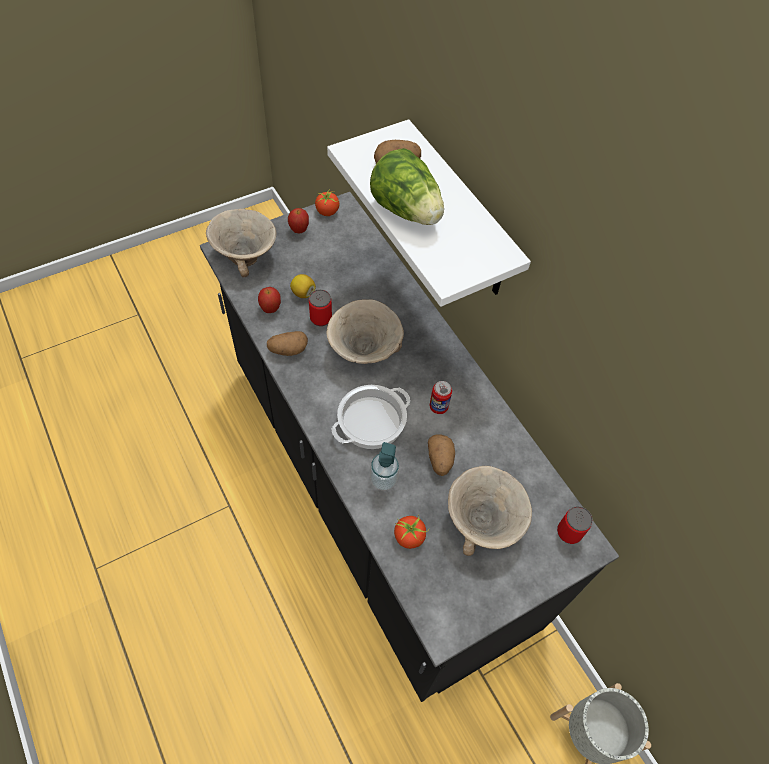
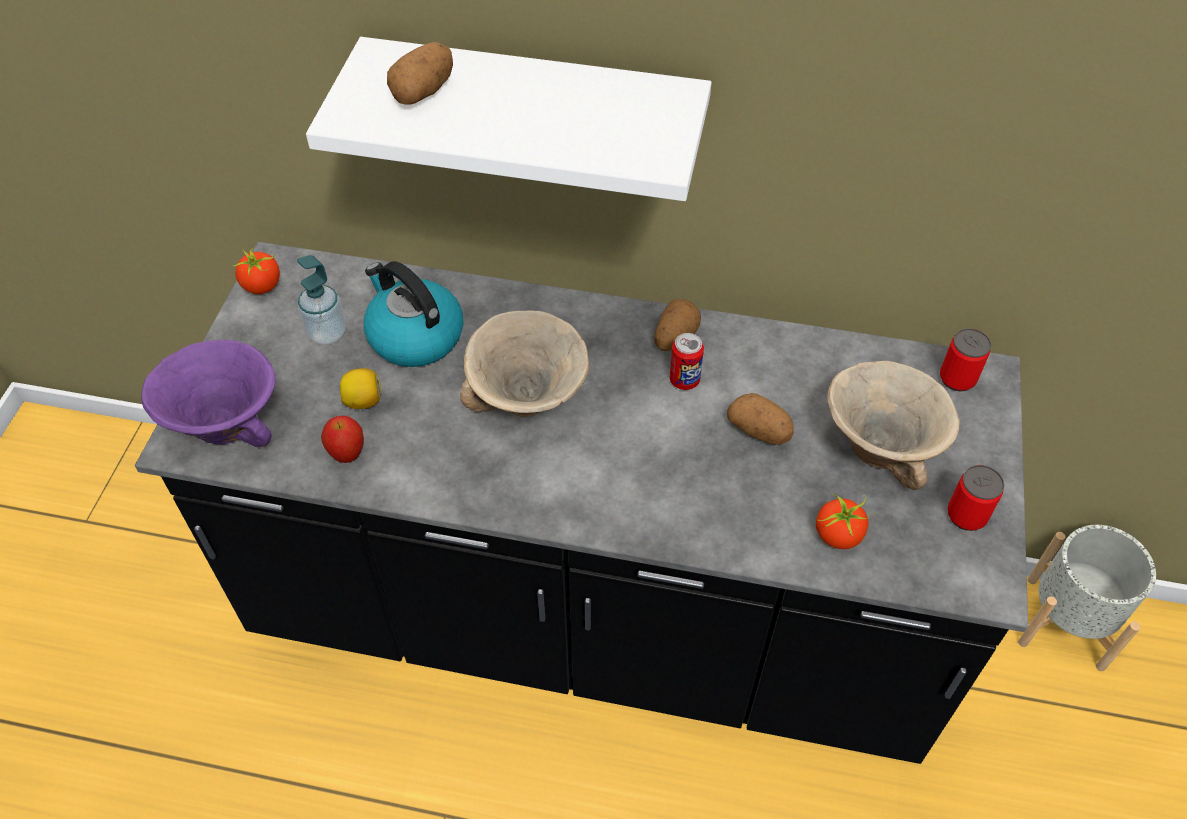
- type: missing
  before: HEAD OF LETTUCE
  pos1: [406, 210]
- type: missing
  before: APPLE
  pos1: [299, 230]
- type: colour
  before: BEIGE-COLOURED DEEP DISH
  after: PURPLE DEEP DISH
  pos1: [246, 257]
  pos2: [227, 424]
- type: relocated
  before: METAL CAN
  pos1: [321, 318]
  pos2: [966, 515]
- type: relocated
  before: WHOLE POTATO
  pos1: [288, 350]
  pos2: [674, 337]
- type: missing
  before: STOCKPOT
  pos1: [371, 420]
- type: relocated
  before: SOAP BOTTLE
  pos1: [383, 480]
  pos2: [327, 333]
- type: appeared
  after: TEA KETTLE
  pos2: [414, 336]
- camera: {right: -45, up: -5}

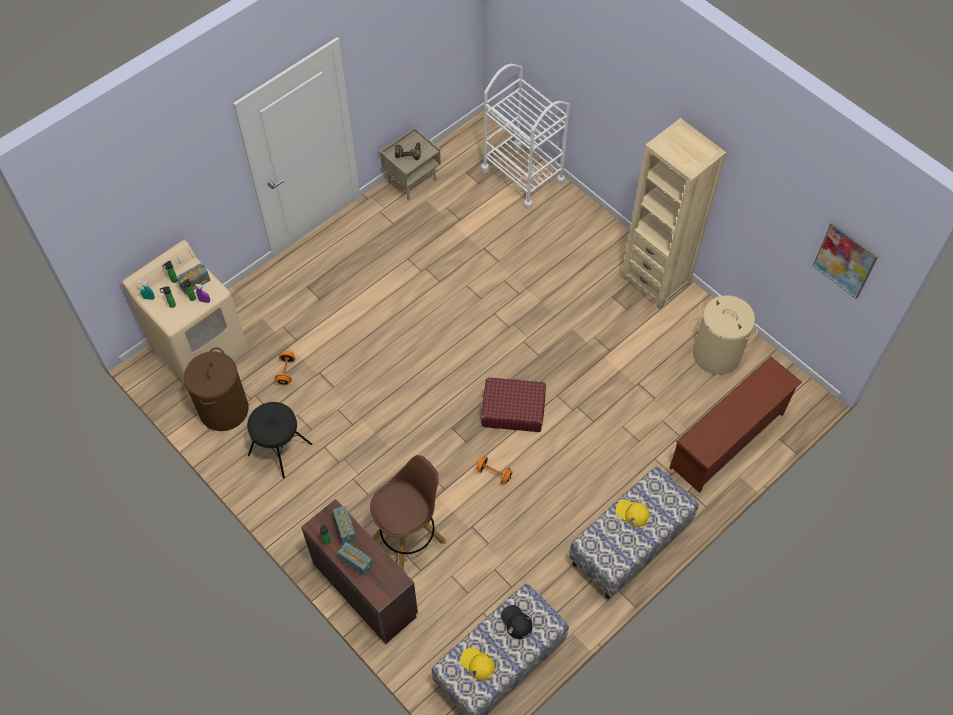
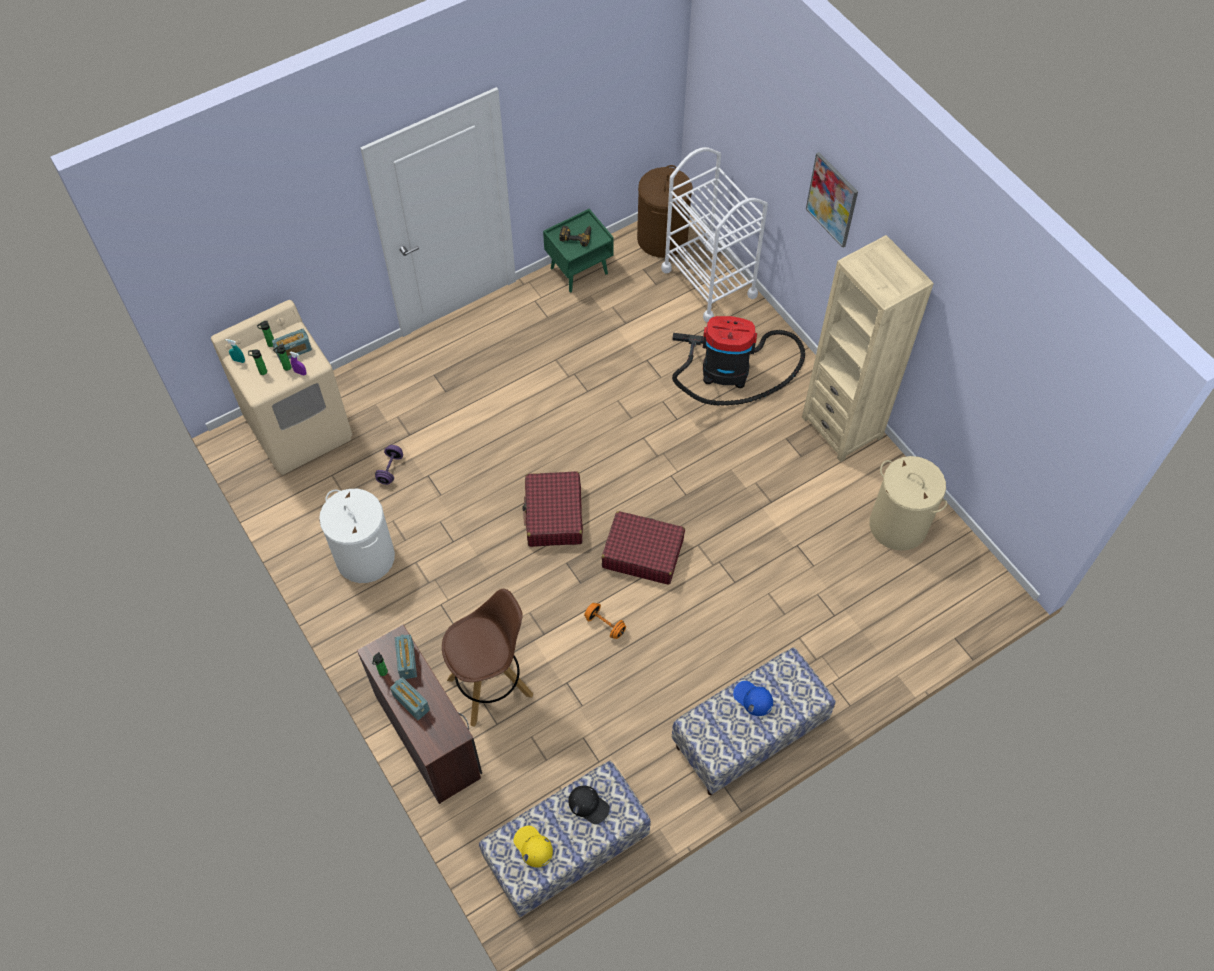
- type: colour
  before: BEIGE-COLOURED BEDSIDE TABLE
  after: GREEN-COLOURED BEDSIDE TABLE
  pos1: [412, 180]
  pos2: [579, 270]
- type: relocated
  before: PICTURE
  pos1: [845, 260]
  pos2: [832, 199]
- type: relocated
  before: BROWNISH WASHING BASKET
  pos1: [224, 410]
  pos2: [662, 239]
- type: colour
  before: ORANGEY DUMBBELL
  after: PURPLE DUMBBELL
  pos1: [286, 372]
  pos2: [390, 469]
- type: missing
  before: BROWNISH SHOE STAND
  pos1: [728, 441]
- type: exchanged
  before: BLACK-COLOURED STOOL
  after: WHITE WASHING BASKET
  pos1: [280, 449]
  pos2: [365, 557]
- type: colour
  before: YELLOWISH BASEBALL CAP
  after: BLUE BASEBALL CAP
  pos1: [632, 513]
  pos2: [753, 698]
- type: spun
  before: BLACK-COLOURED BASEBALL CAP
  pos1: [516, 622]
  pos2: [588, 805]
  turn: 150
- type: appeared
  after: VACUUM CLEANER
  pos2: [731, 371]
- type: appeared
  after: RED-COLOURED TRAVEL CASE
  pos2: [554, 515]
- camera: {right: 10, up: 0}

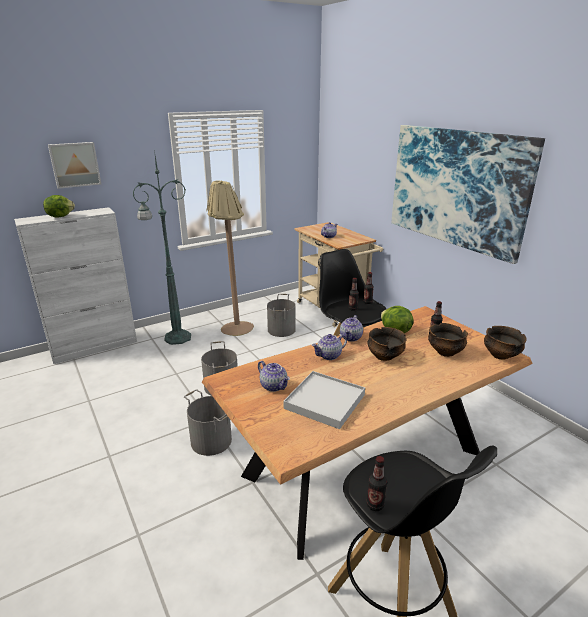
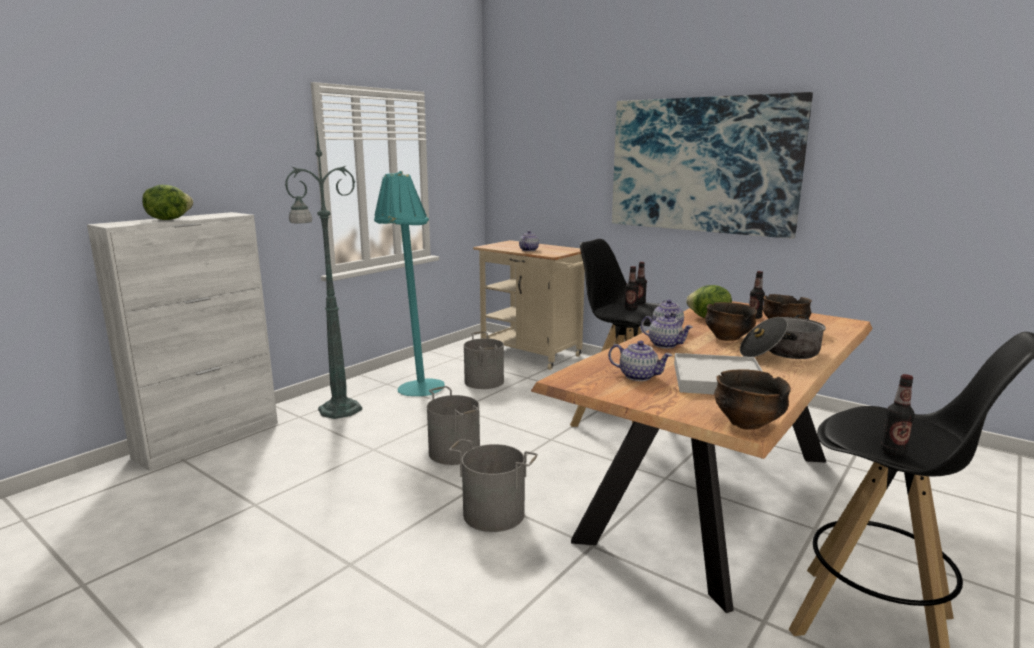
- type: missing
  before: PICTURE
  pos1: [75, 164]
- type: colour
  before: BEIGE-COLOURED STANDARD LAMP
  after: TURQUOISE-COLOURED STANDARD LAMP
  pos1: [234, 326]
  pos2: [414, 386]
- type: relocated
  before: DEEP DISH
  pos1: [500, 355]
  pos2: [747, 423]
- type: spun
  before: POT FOR TEA
  pos1: [329, 356]
  pos2: [665, 345]
  turn: -90
- type: appeared
  after: STOCKPOT
  pos2: [780, 353]
- camera: {right: -20, up: -10}

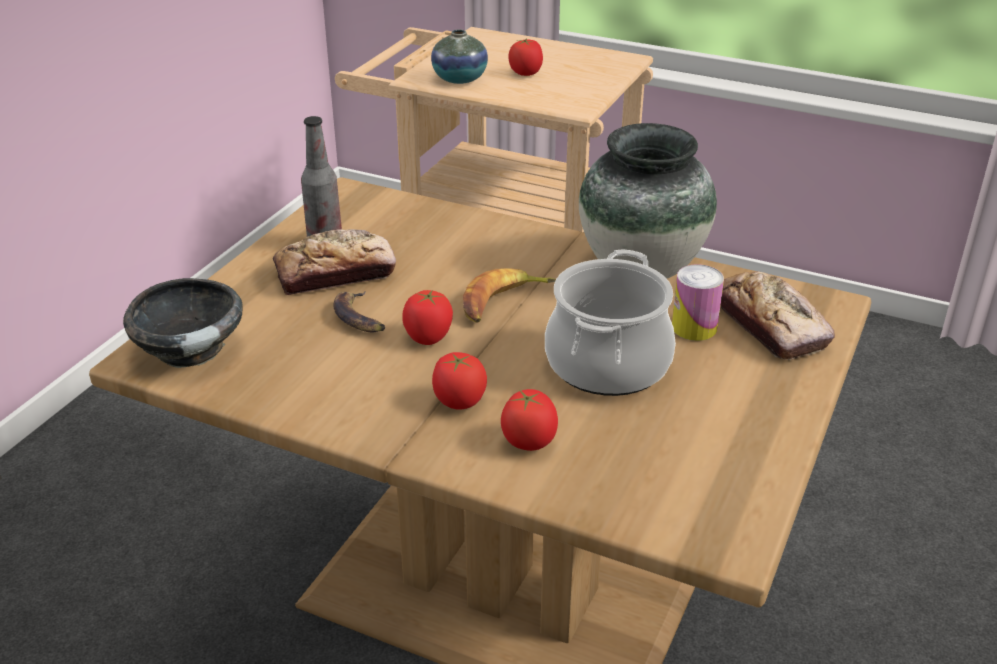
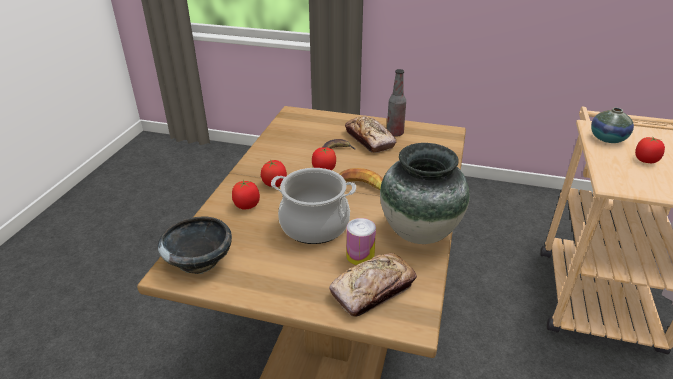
- type: relocated
  before: BLACK-COLOURED DEEP DISH
  pos1: [190, 348]
  pos2: [200, 260]
- camera: {right: 80, up: 0}

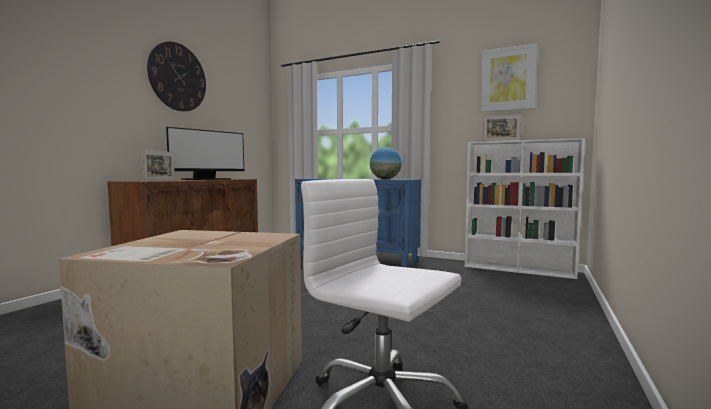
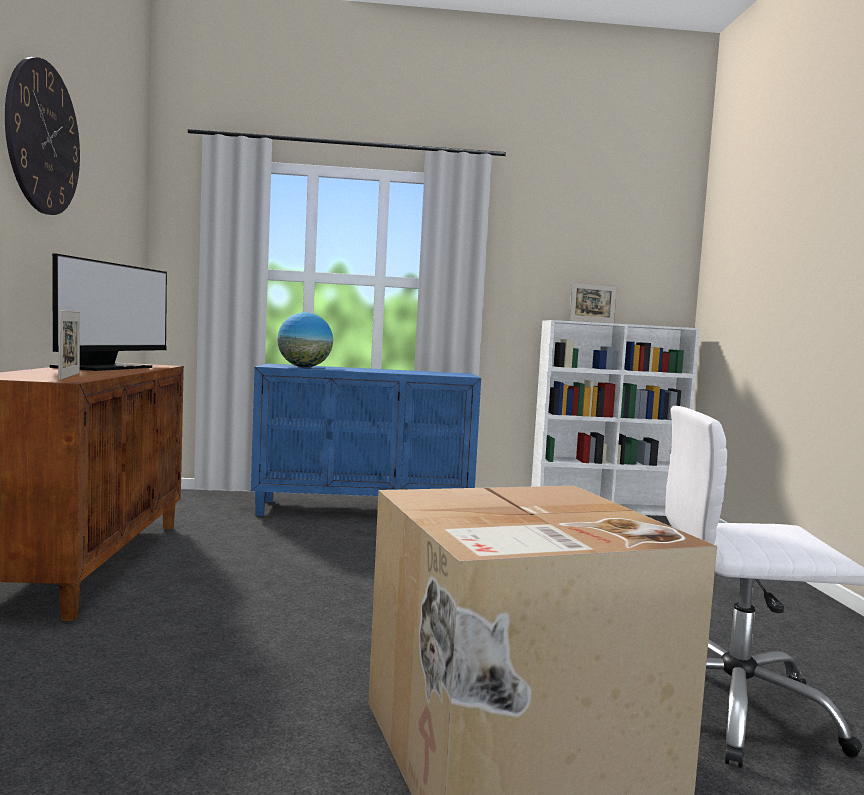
- type: missing
  before: PICTURE
  pos1: [507, 79]
- type: relocated
  before: WORLD GLOBE
  pos1: [385, 179]
  pos2: [304, 367]
- camera: {right: -30, up: 0}

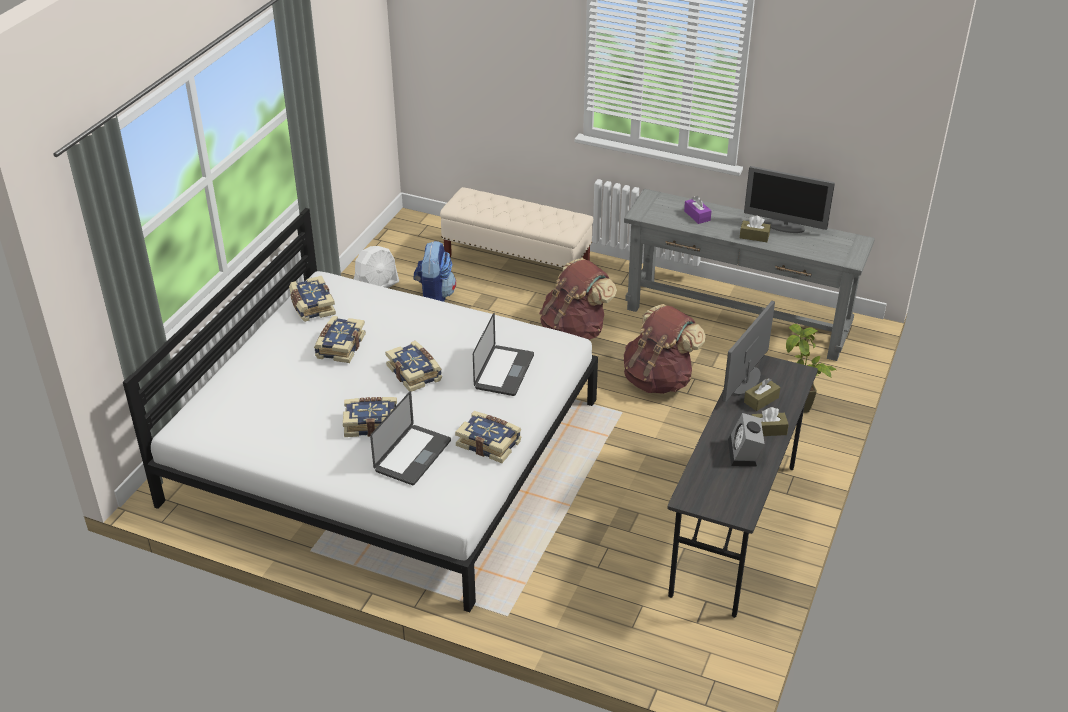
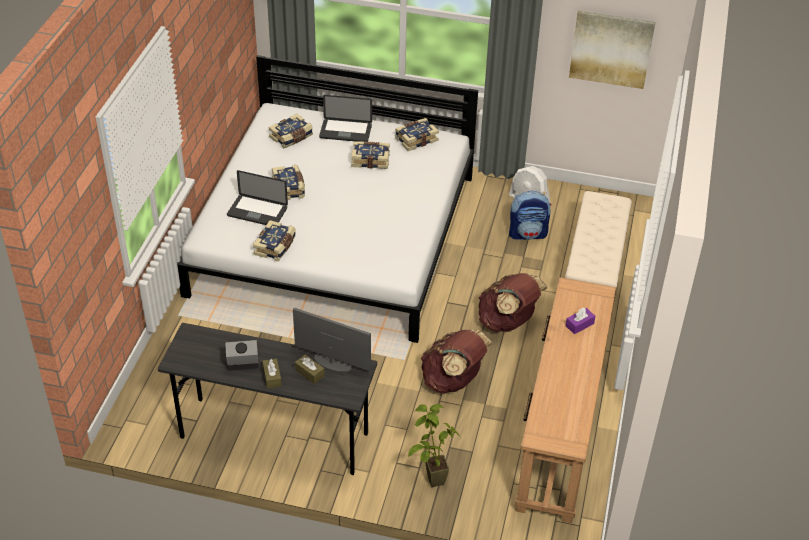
- type: missing
  before: COMPUTER SCREEN
  pos1: [784, 226]
- type: colour
  before: GRAY NARROW TABLE
  after: BROWNISH NARROW TABLE
  pos1: [737, 319]
  pos2: [559, 433]
- type: missing
  before: BROWNISH TISSUE HOLDER
  pos1: [754, 236]
- type: relocated
  before: NOTEBOOK COMPUTER
  pos1: [504, 372]
  pos2: [345, 131]
- type: relocated
  before: BOUND BOOK
  pos1: [415, 373]
  pos2: [291, 137]
- type: appeared
  after: PICTURE
  pos2: [611, 49]
- camera: {right: 80, up: 5}

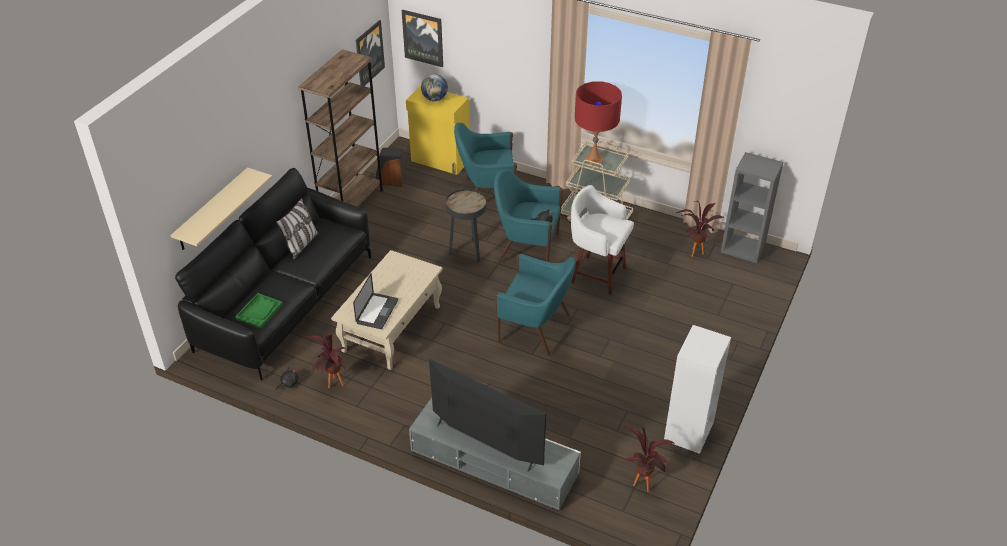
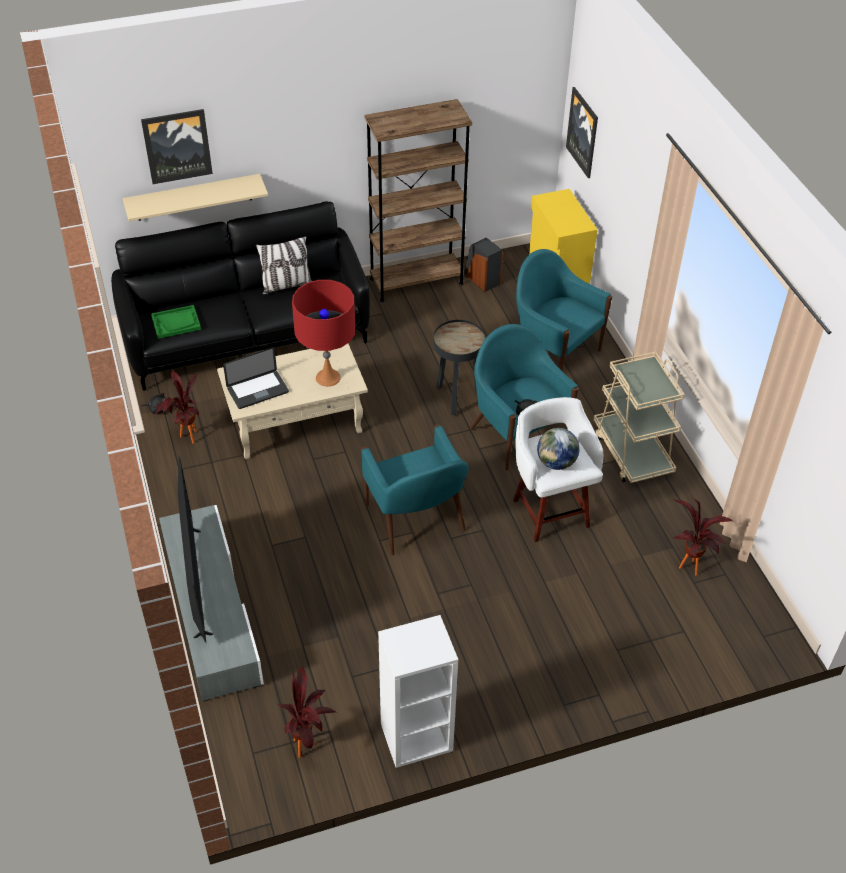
- type: relocated
  before: PICTURE
  pos1: [369, 53]
  pos2: [177, 146]
- type: relocated
  before: WORLD GLOBE
  pos1: [435, 99]
  pos2: [556, 463]
- type: relocated
  before: RED-COLOURED LAMP FOR A TABLE
  pos1: [594, 159]
  pos2: [328, 377]
- type: missing
  before: GRAY SHELVING UNIT
  pos1: [743, 248]
- camera: {right: 45, up: 5}

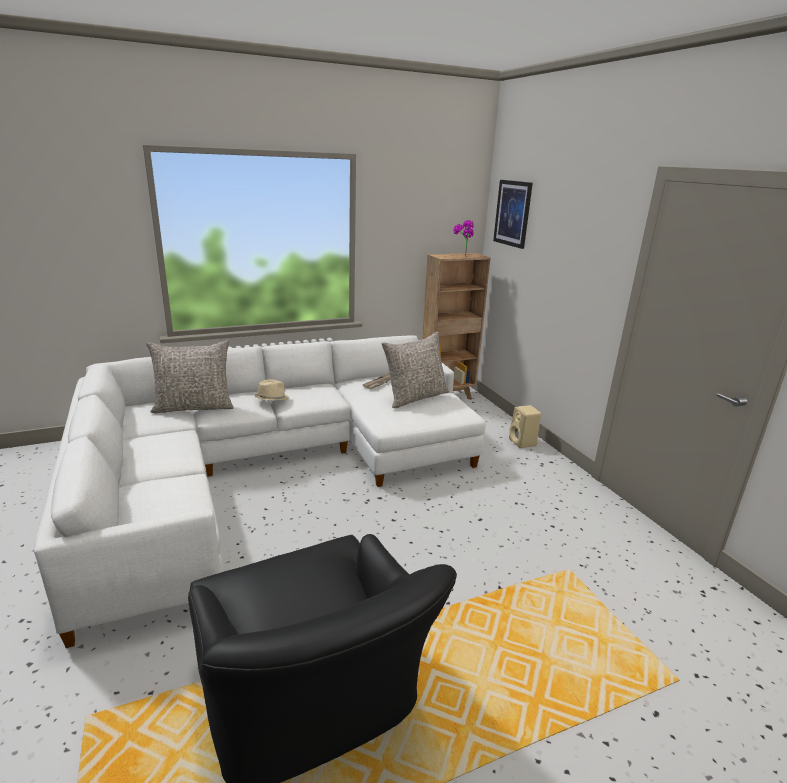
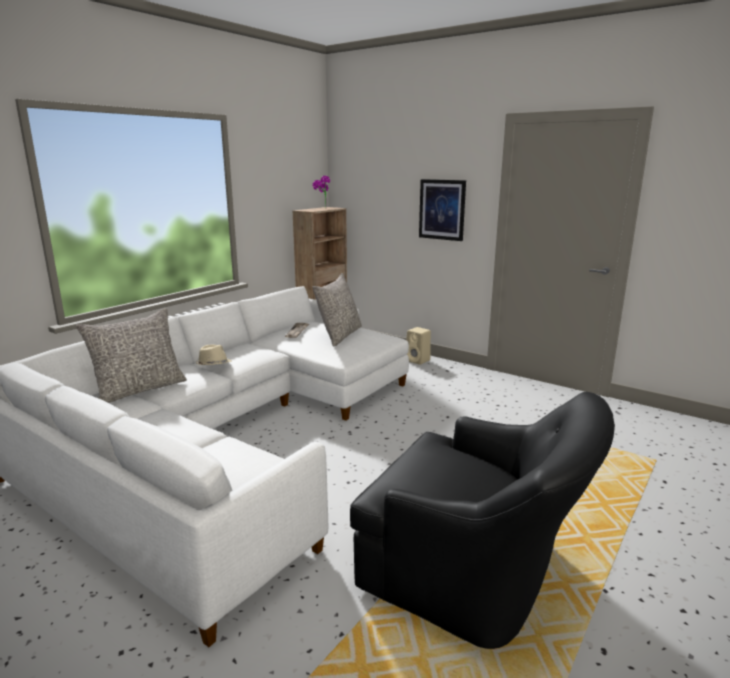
- type: relocated
  before: PICTURE
  pos1: [512, 213]
  pos2: [442, 209]
- camera: {right: -30, up: -5}

